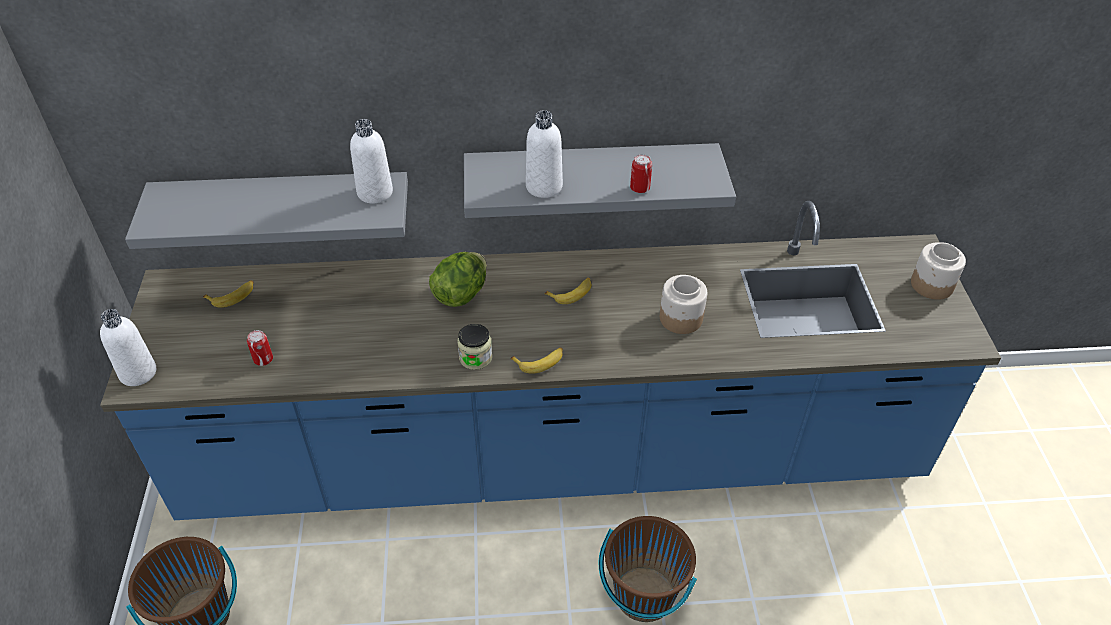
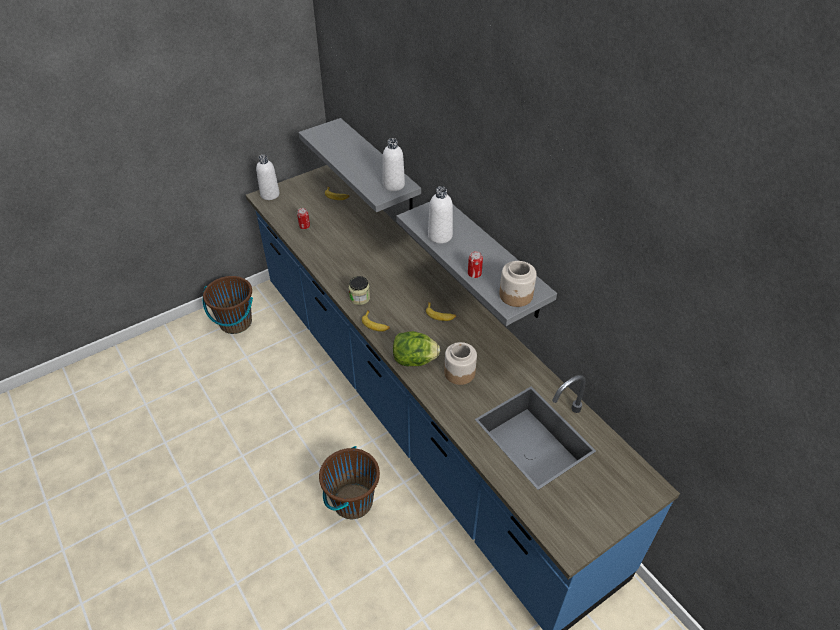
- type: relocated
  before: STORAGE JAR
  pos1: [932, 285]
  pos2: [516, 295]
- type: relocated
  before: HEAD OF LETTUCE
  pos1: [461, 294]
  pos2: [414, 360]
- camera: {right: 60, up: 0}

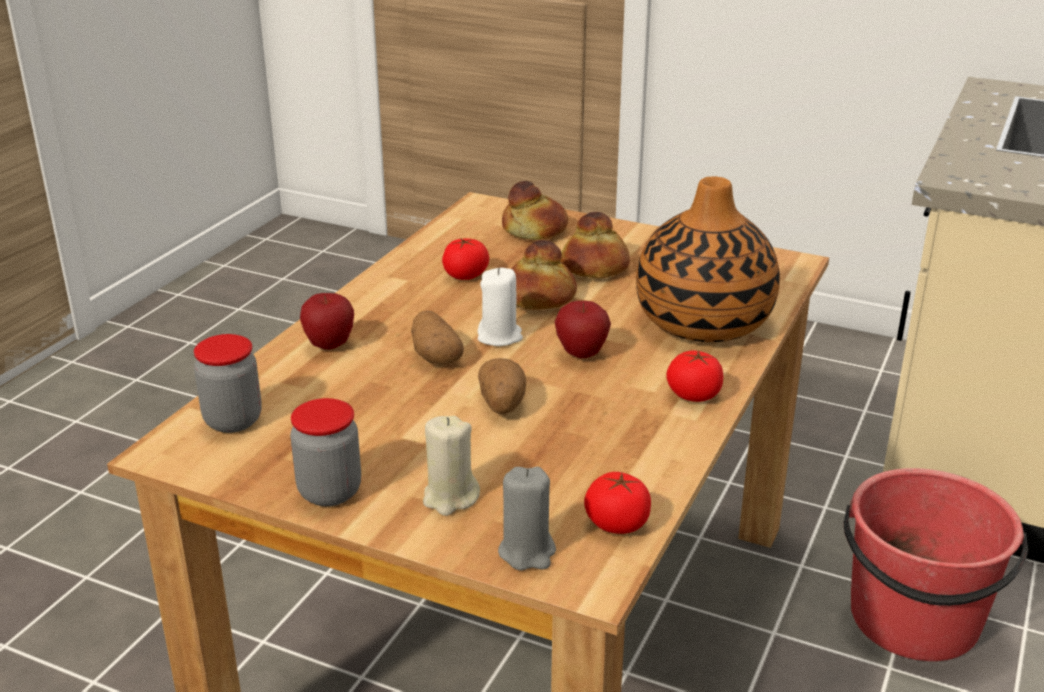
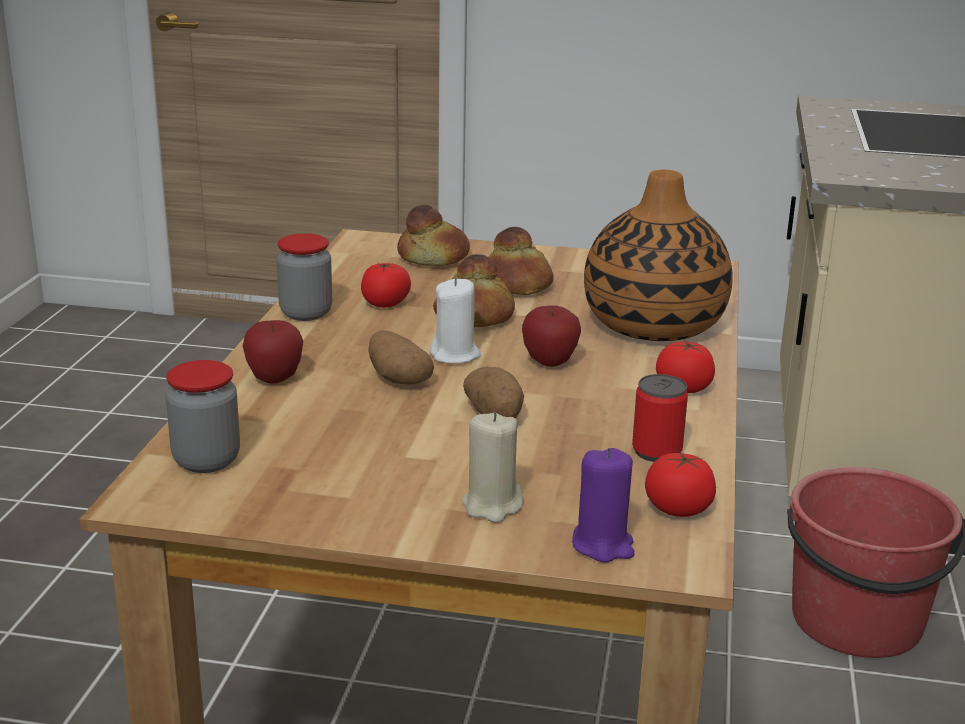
- type: relocated
  before: STORAGE JAR
  pos1: [329, 492]
  pos2: [306, 313]
- type: colour
  before: GRAY WAX LIGHT
  after: PURPLE WAX LIGHT
  pos1: [527, 552]
  pos2: [603, 545]
- type: appeared
  after: METAL CAN
  pos2: [656, 451]
- camera: {right: -15, up: -5}

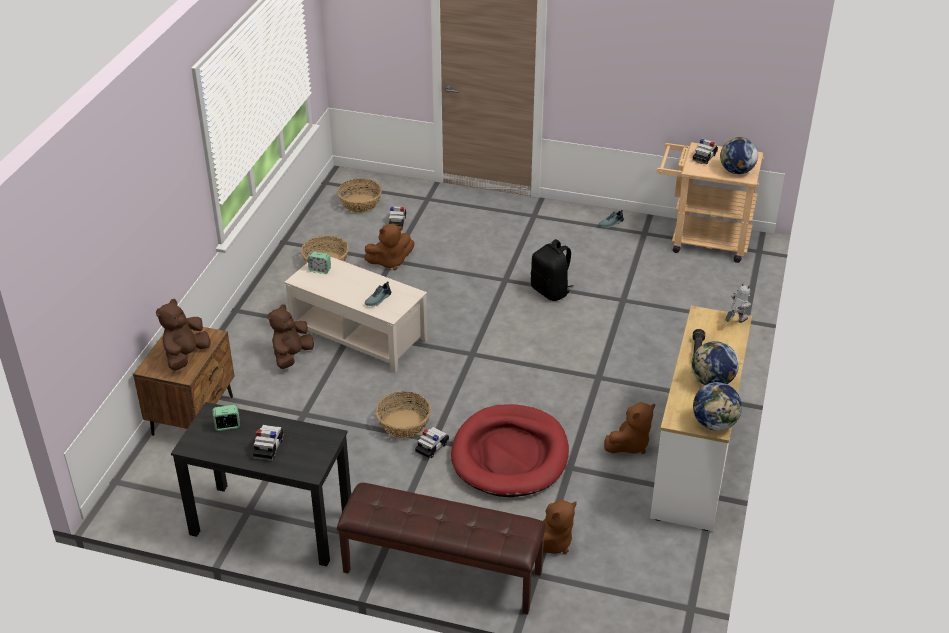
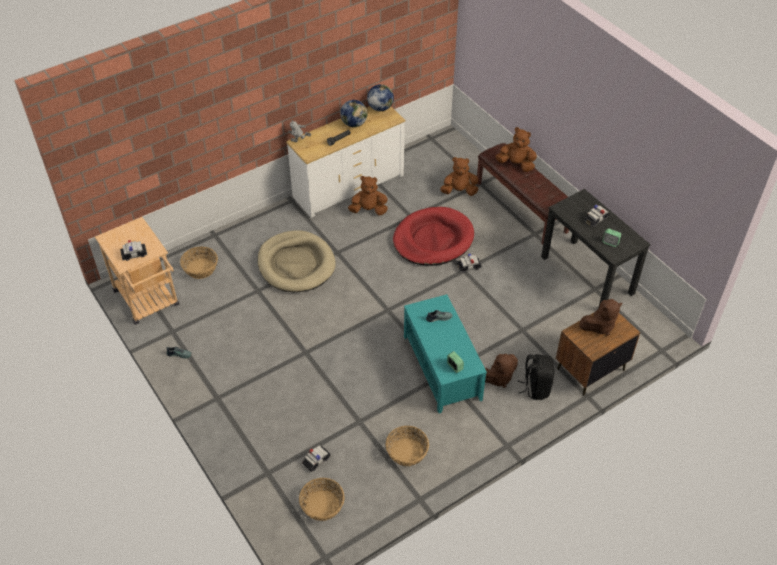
- type: missing
  before: WORLD GLOBE
  pos1: [736, 171]
- type: relocated
  before: BROWNISH PLUSH TOY
  pos1: [390, 262]
  pos2: [516, 164]
- type: relocated
  before: BLACK-COLOURED RUCKSACK
  pos1: [551, 291]
  pos2: [535, 388]
- type: colour
  before: BEIGE-COLOURED COFFEE TABLE
  after: TURQUOISE-COLOURED COFFEE TABLE
  pos1: [359, 335]
  pos2: [441, 367]
- type: relocated
  before: BASKET
  pos1: [404, 424]
  pos2: [200, 269]
- type: appeared
  after: BEIGE-COLOURED DOG BED
  pos2: [296, 264]
- camera: {right: -140, up: 10}

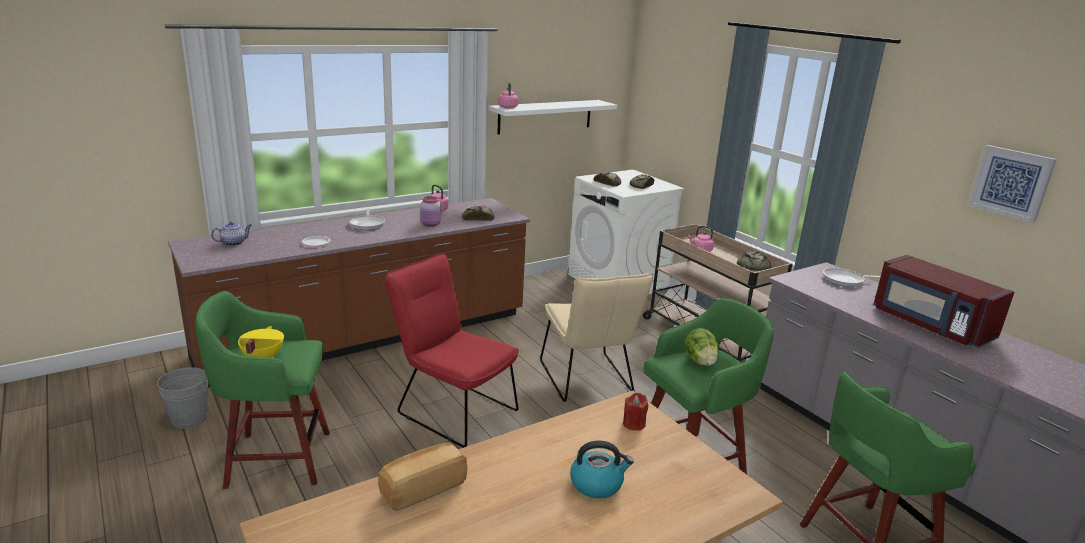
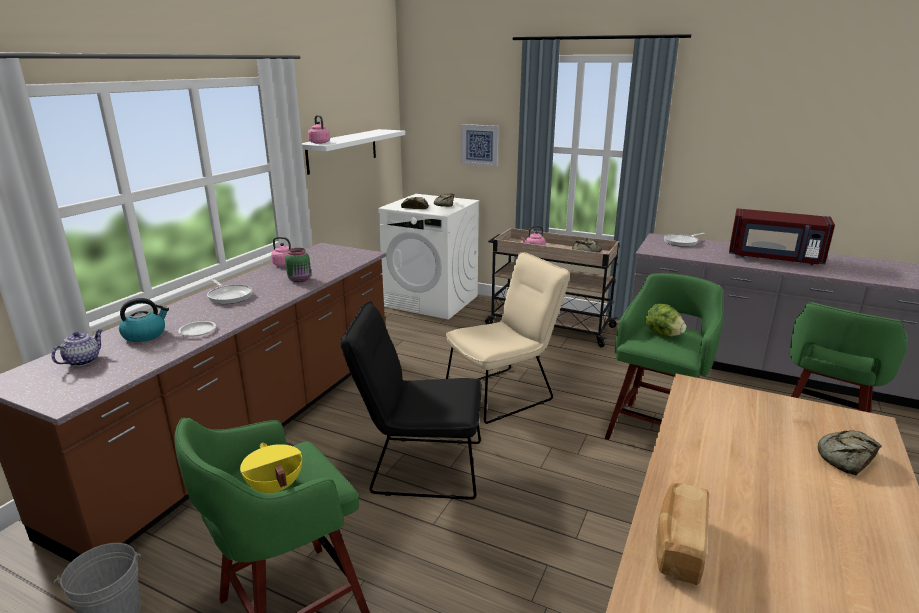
- type: relocated
  before: PICTURE
  pos1: [1011, 182]
  pos2: [480, 145]
- type: colour
  before: PINK-COLOURED STORAGE JAR
  after: GREEN-COLOURED STORAGE JAR
  pos1: [431, 224]
  pos2: [300, 280]
- type: relocated
  before: BAKED BREAD
  pos1: [477, 218]
  pos2: [846, 458]
- type: colour
  before: RED-COLOURED CHAIR
  after: BLACK-COLOURED CHAIR
  pos1: [452, 409]
  pos2: [419, 466]
- type: spun
  before: BEIGE-COLOURED CHAIR
  pos1: [587, 381]
  pos2: [504, 393]
  turn: -75
- type: missing
  before: RED-COLOURED WAX LIGHT
  pos1: [634, 424]
- type: relocated
  before: TEA KETTLE
  pos1: [597, 484]
  pos2: [145, 334]
- camera: {right: -30, up: 0}

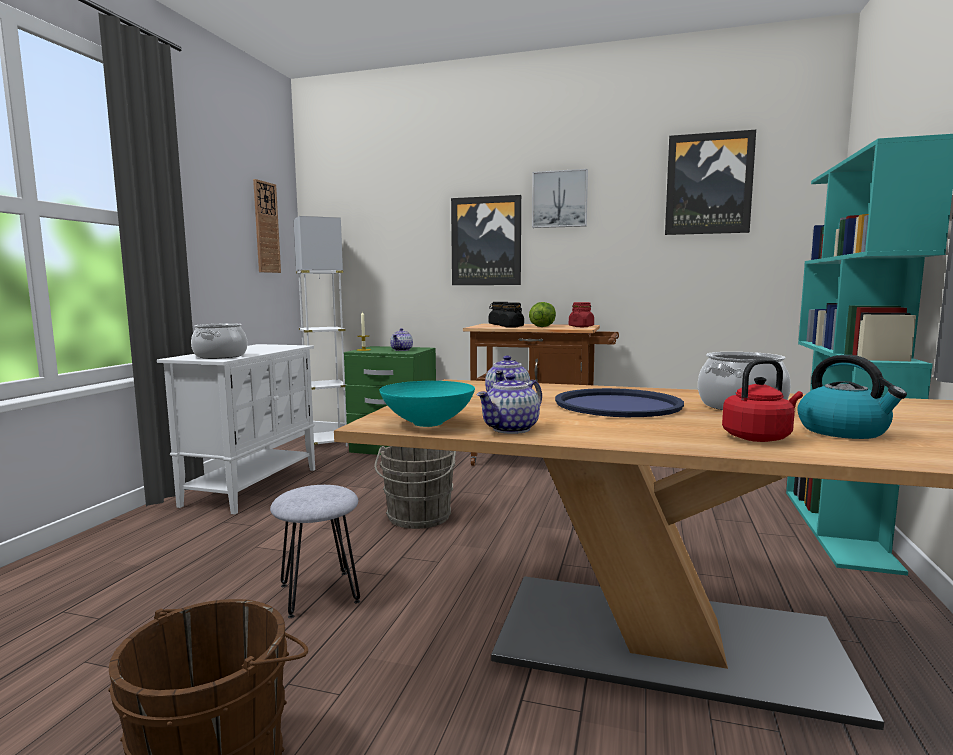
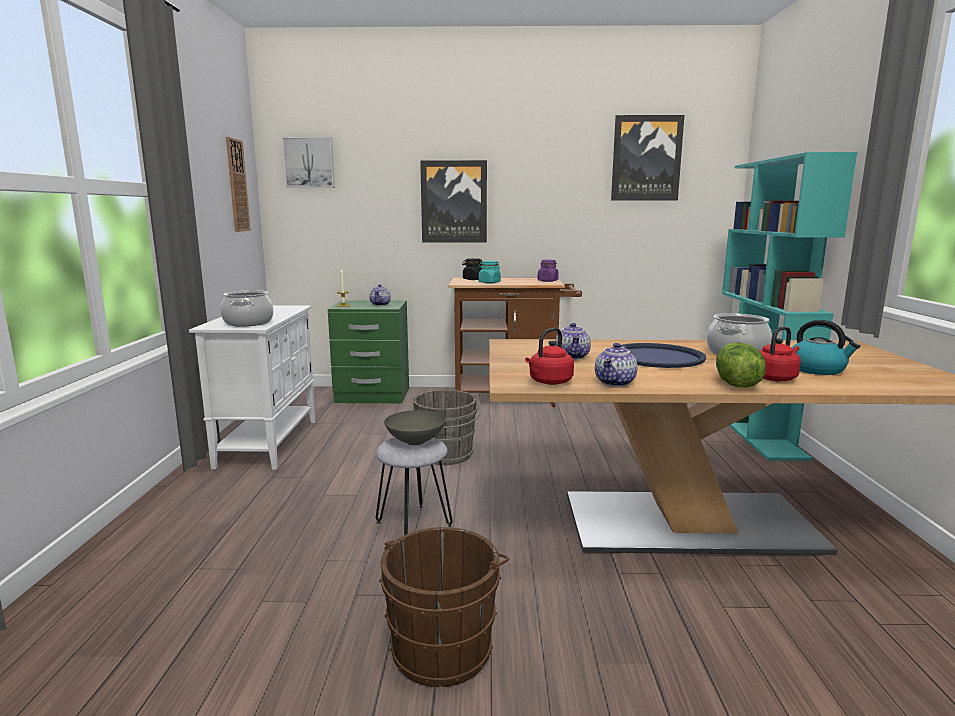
- type: relocated
  before: PICTURE
  pos1: [560, 199]
  pos2: [309, 163]
- type: missing
  before: WHITE STANDARD LAMP
  pos1: [327, 444]
- type: relocated
  before: HEAD OF LETTUCE
  pos1: [542, 326]
  pos2: [735, 384]
- type: colour
  before: RED-COLOURED STORAGE JAR
  after: PURPLE STORAGE JAR
  pos1: [581, 326]
  pos2: [547, 281]
- type: colour
  before: BLACK-COLOURED STORAGE JAR
  after: TURQUOISE-COLOURED STORAGE JAR
  pos1: [511, 327]
  pos2: [489, 282]
- type: exchanged
  before: TURQUOISE-COLOURED DEEP DISH
  after: RED-COLOURED TEA KETTLE
  pos1: [427, 423]
  pos2: [549, 382]
- type: appeared
  after: GRAY DEEP DISH
  pos2: [415, 441]
- camera: {right: -15, up: 5}

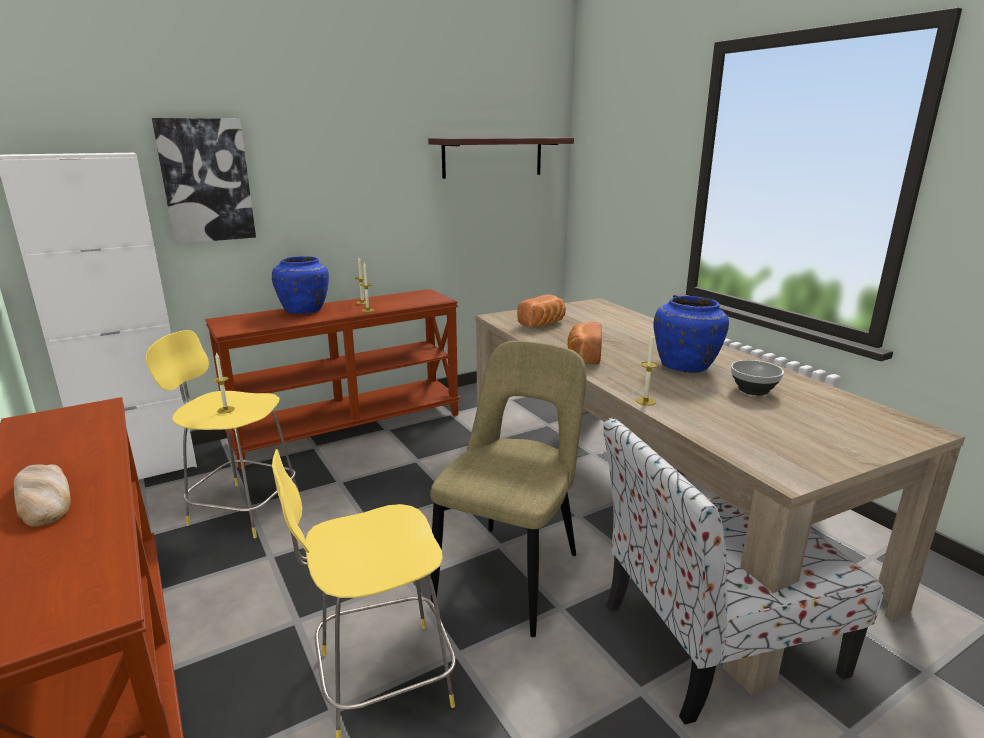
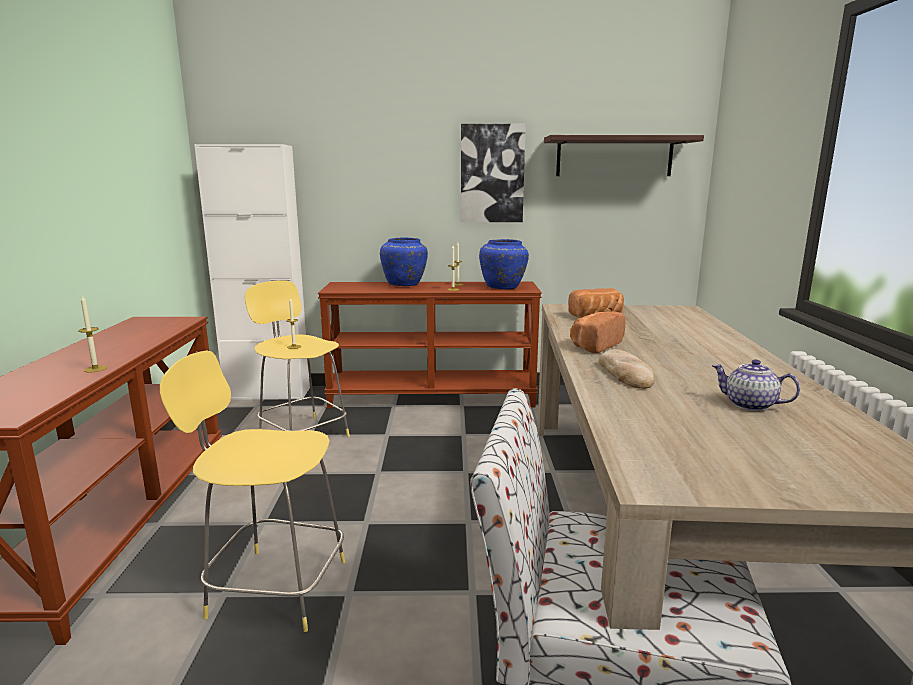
- type: relocated
  before: PICTURE
  pos1: [206, 181]
  pos2: [492, 174]
- type: relocated
  before: BLUE VASE
  pos1: [686, 366]
  pos2: [503, 287]
- type: relocated
  before: WAX LIGHT
  pos1: [645, 401]
  pos2: [95, 369]
- type: missing
  before: BEIGE-COLOURED CHAIR
  pos1: [512, 573]
- type: exchanged
  before: DEEP DISH
  after: POT FOR TEA
  pos1: [754, 390]
  pos2: [749, 405]
- type: relocated
  before: BAKED BREAD
  pos1: [44, 499]
  pos2: [626, 374]
- camera: {right: 30, up: -5}

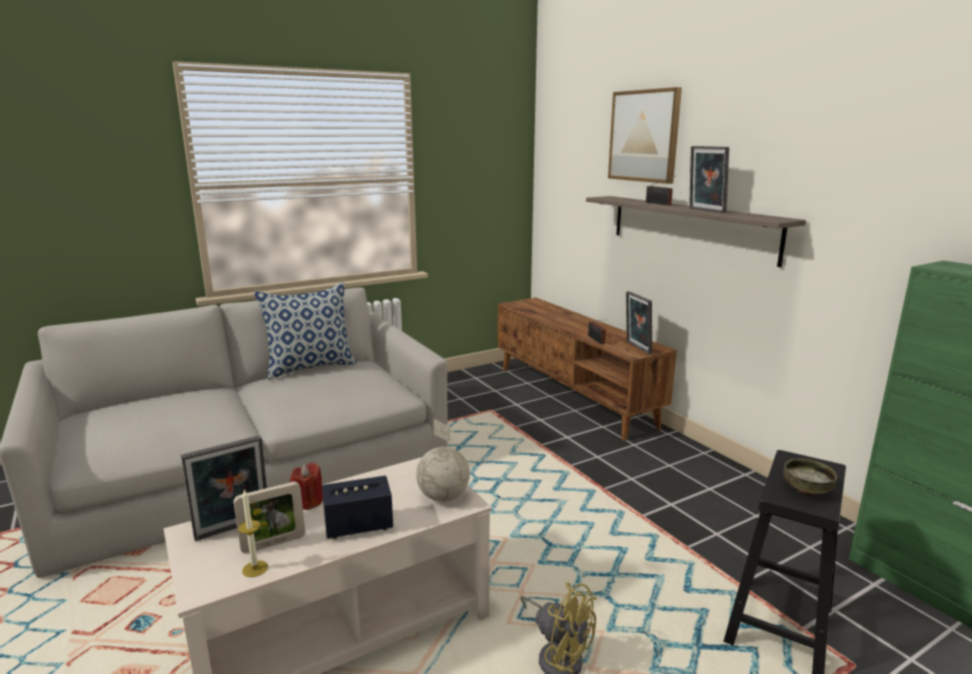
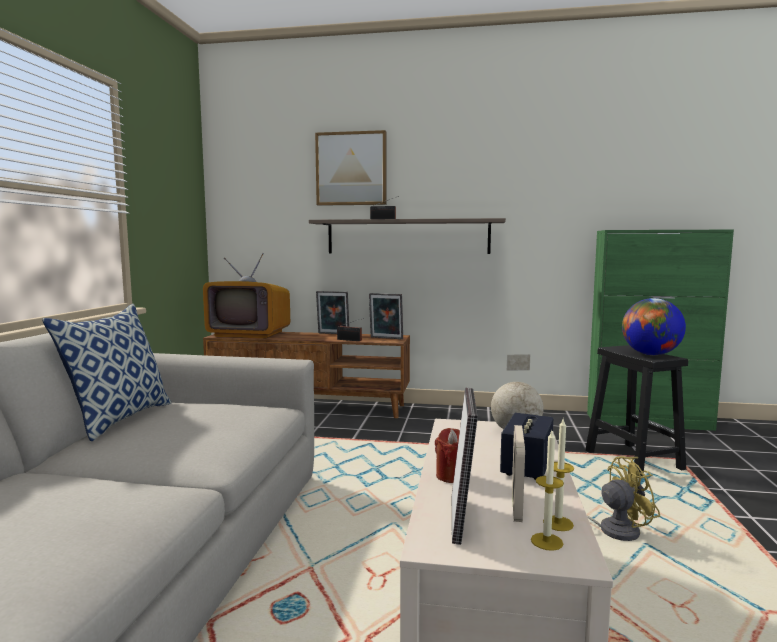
- type: relocated
  before: PICTURE FRAME
  pos1: [704, 210]
  pos2: [333, 334]
- type: exchanged
  before: DEEP DISH
  after: WORLD GLOBE
  pos1: [805, 490]
  pos2: [651, 354]
- type: appeared
  after: TV
  pos2: [249, 334]
- type: appeared
  after: WAX LIGHT
  pos2: [546, 541]
- camera: {right: -50, up: -10}

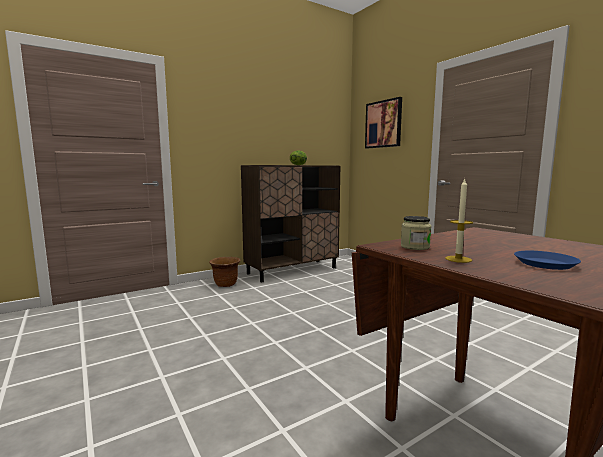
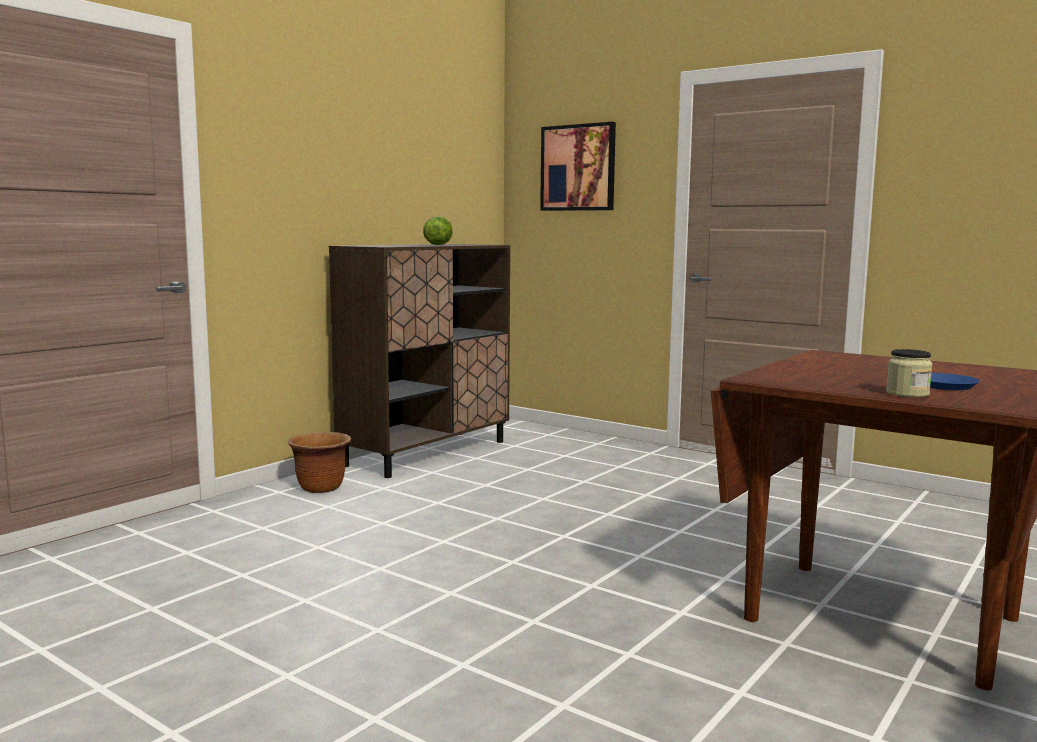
- type: missing
  before: WAX LIGHT
  pos1: [458, 259]
- type: relocated
  before: STORAGE JAR
  pos1: [415, 247]
  pos2: [907, 393]
- camera: {right: -20, up: 0}

